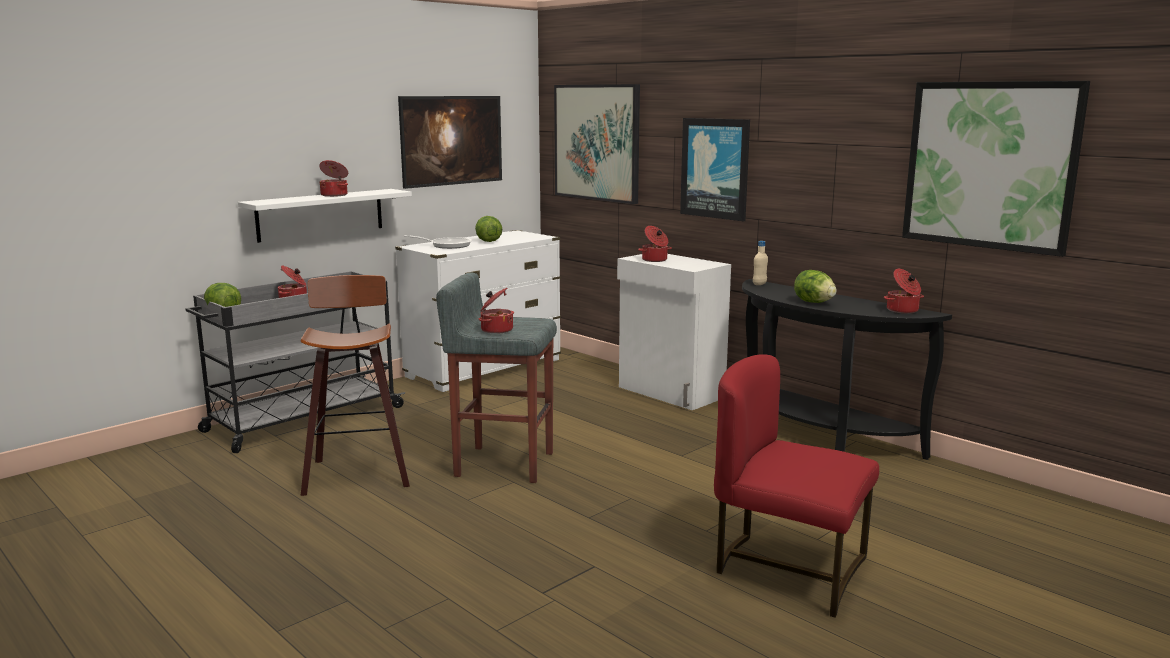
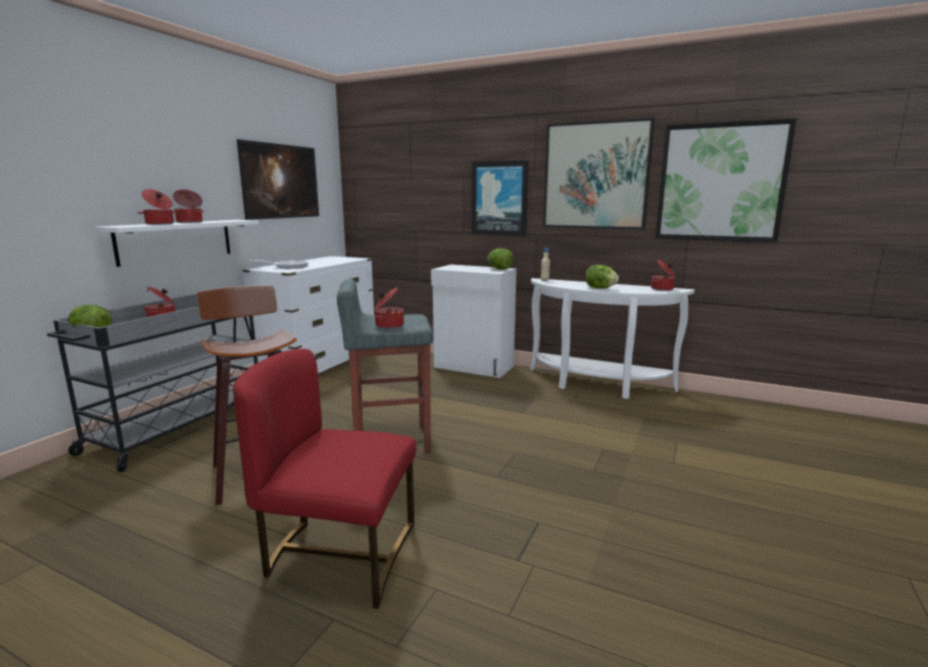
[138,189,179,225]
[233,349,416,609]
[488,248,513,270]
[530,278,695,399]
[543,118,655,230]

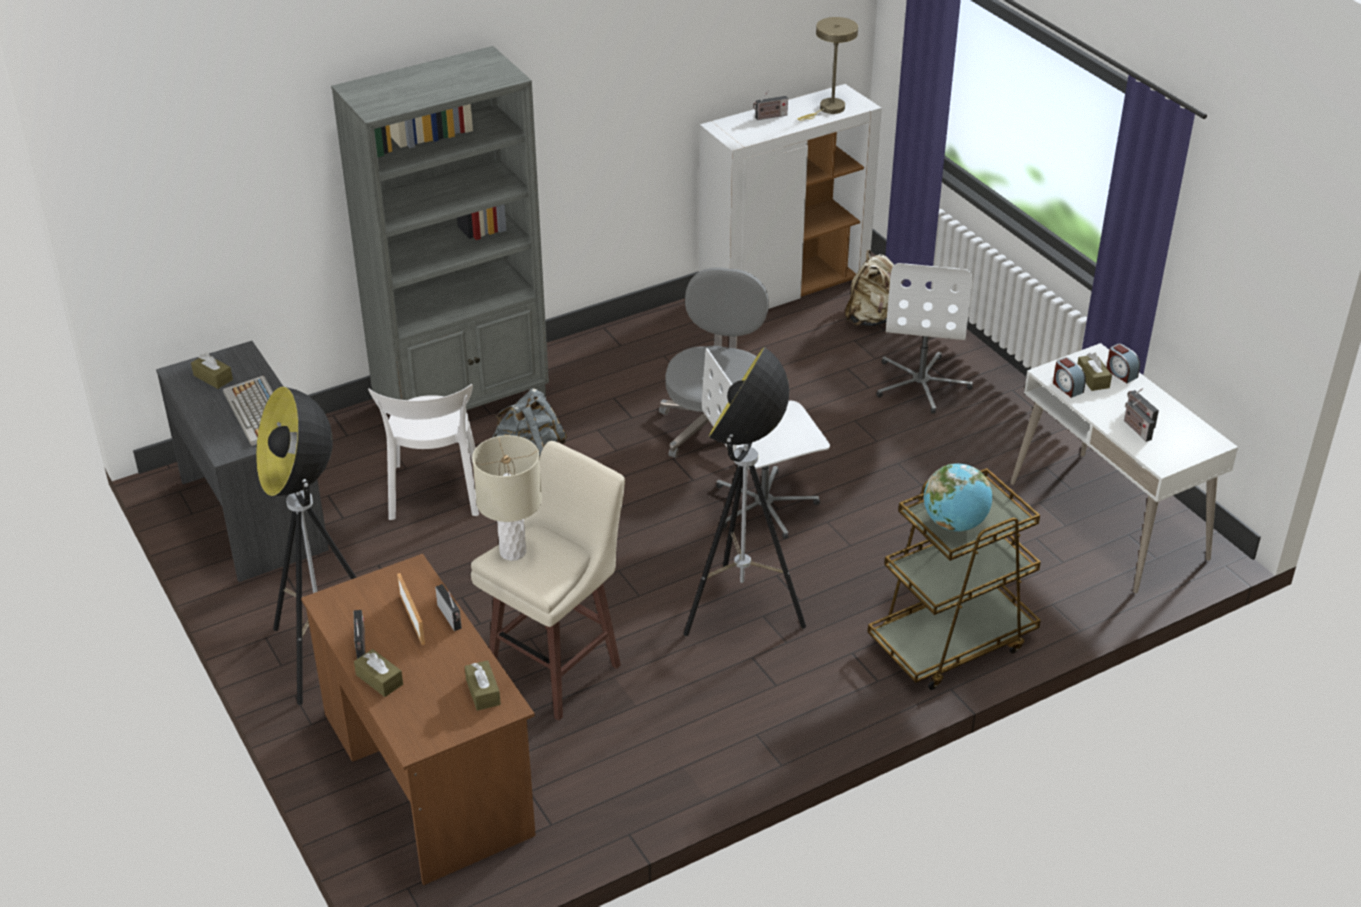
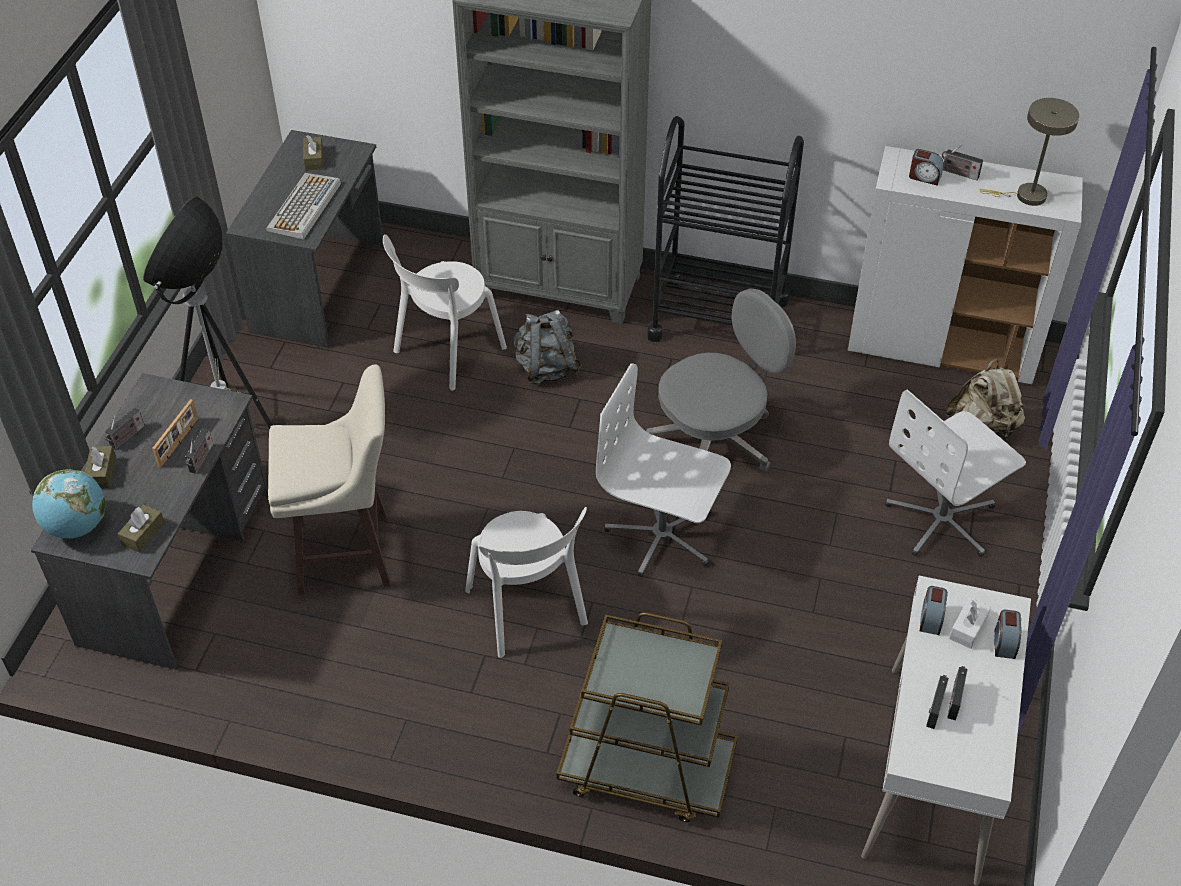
[31,373,268,670]
[32,469,105,539]
[465,507,588,658]
[647,116,804,342]
[909,149,944,185]
[949,597,991,649]
[472,435,542,561] (first image)

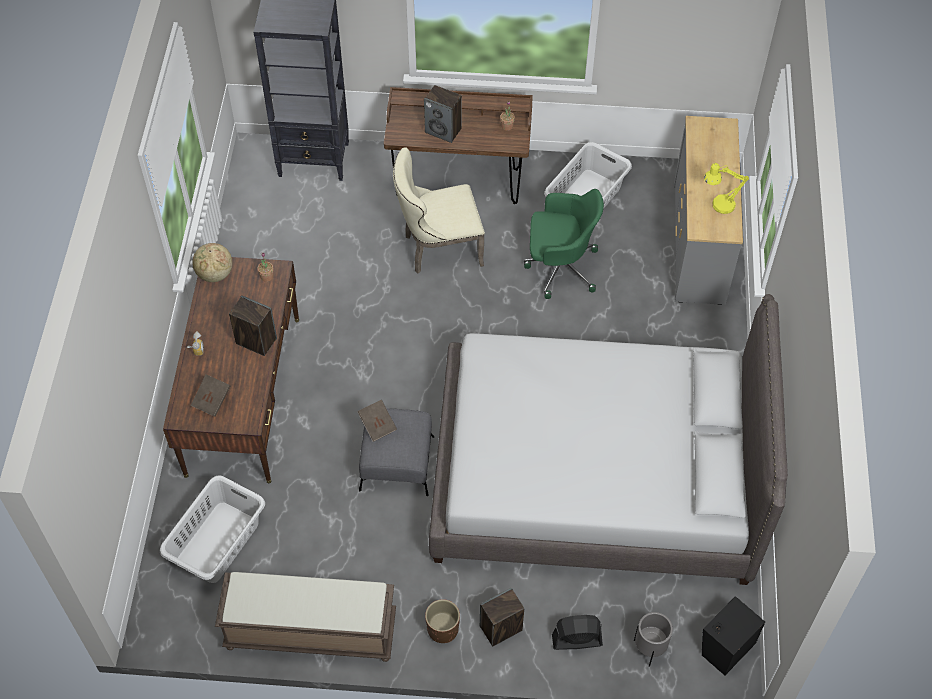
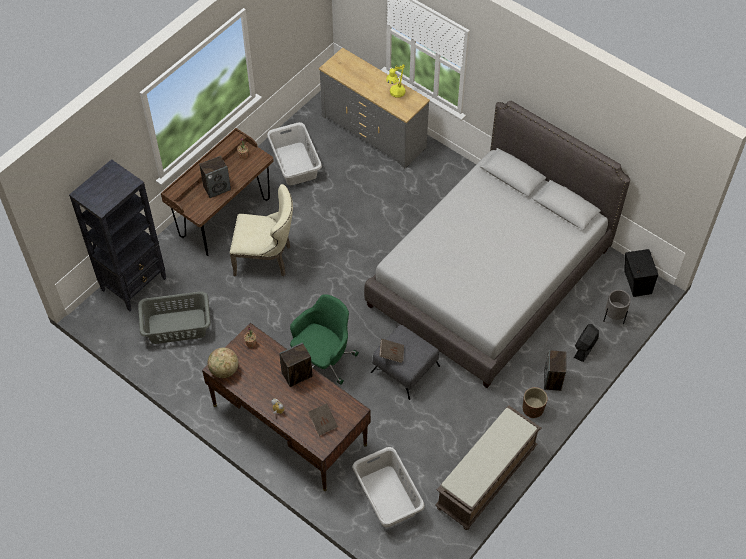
[138,291,211,344]
[230,184,293,276]
[290,294,359,385]

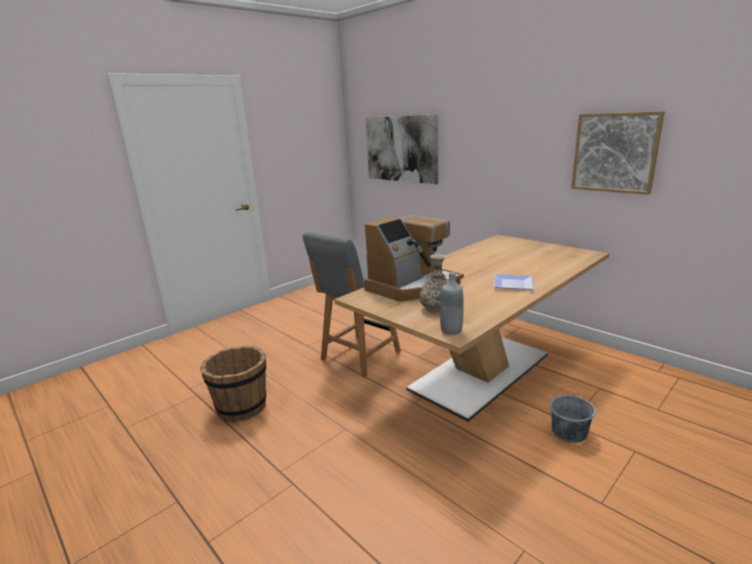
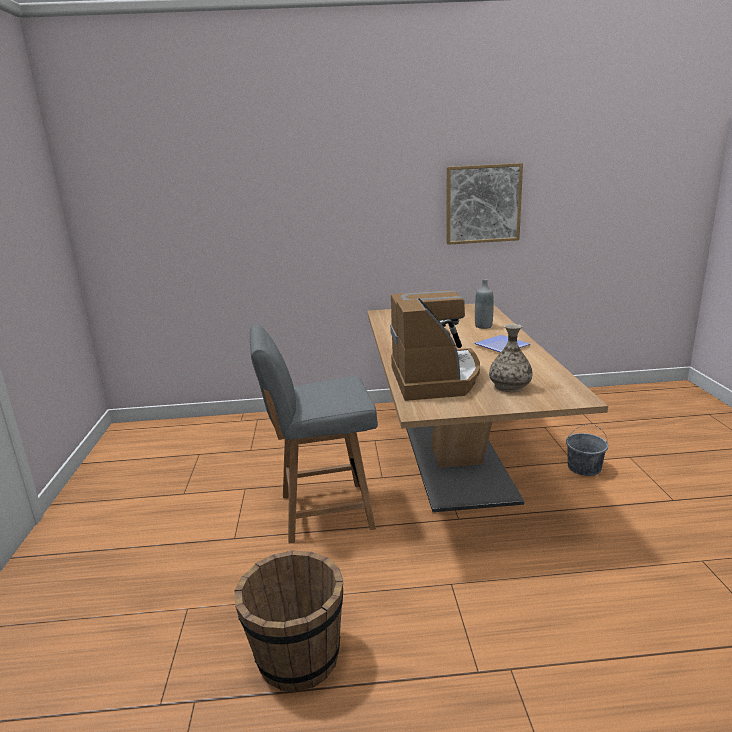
[250,325,378,544]
[475,279,494,329]
[366,114,438,184] (first image)

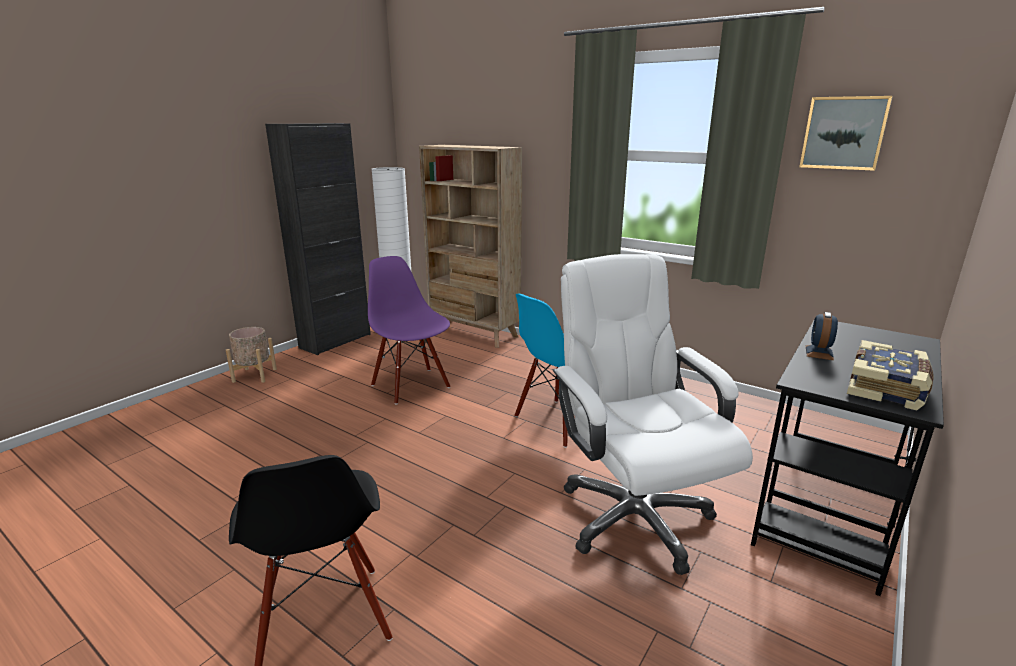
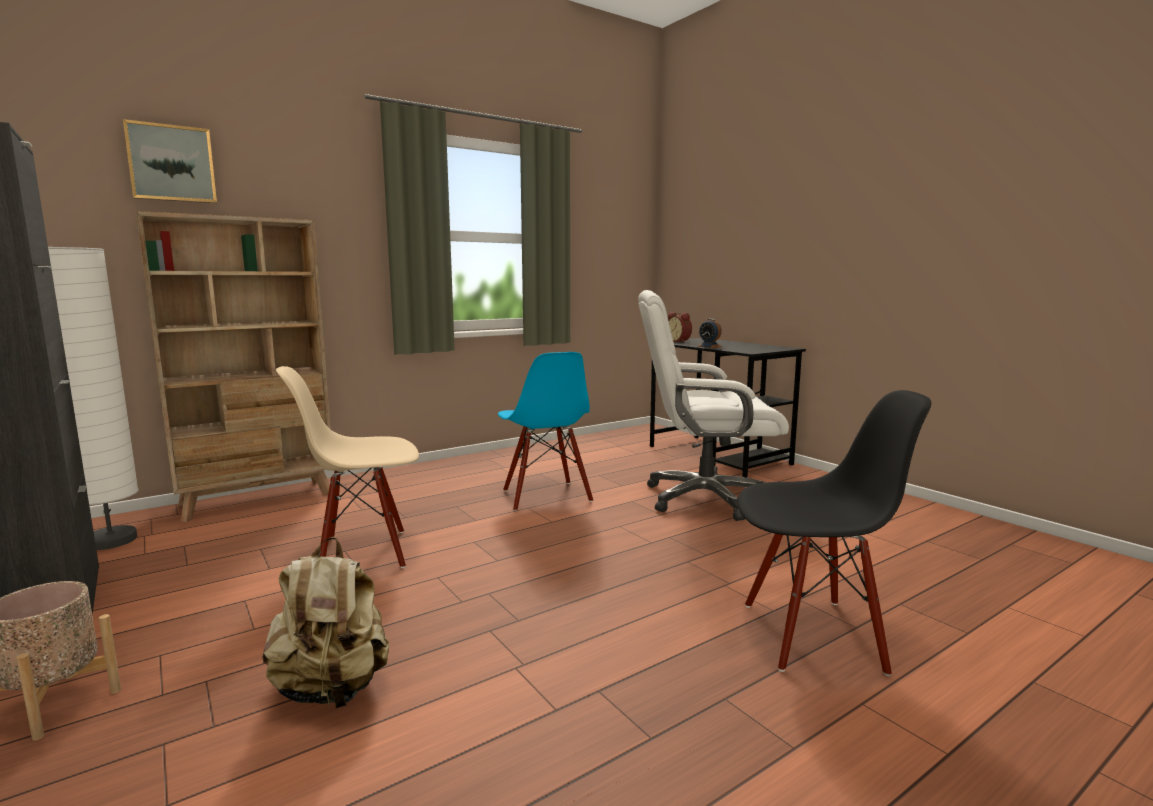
[123,119,217,203]
[262,537,389,708]
[276,366,419,568]
[668,312,692,342]
[847,340,934,410] (first image)

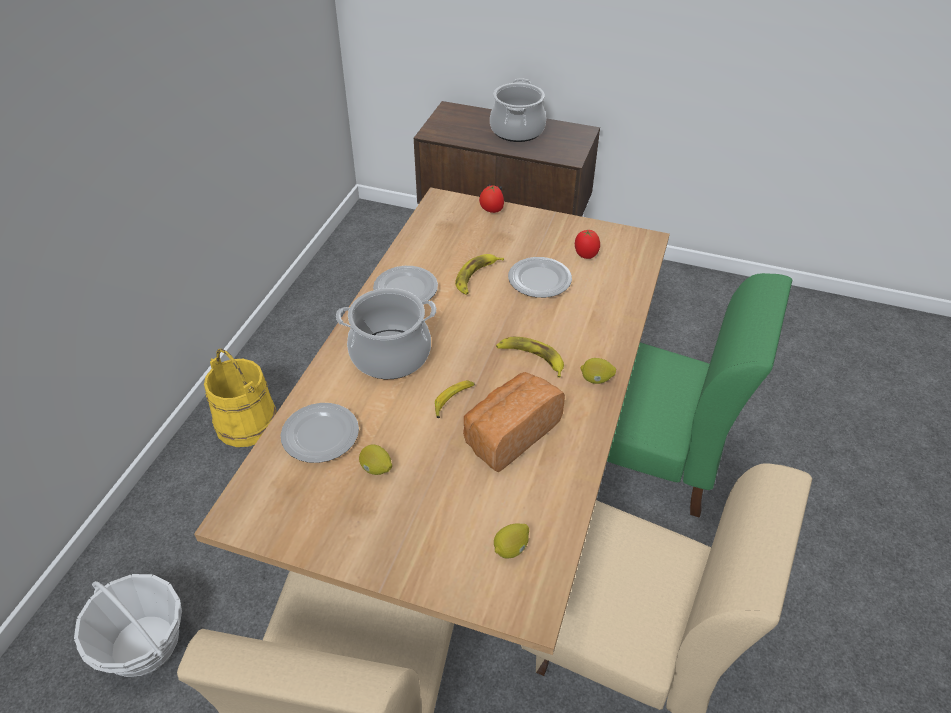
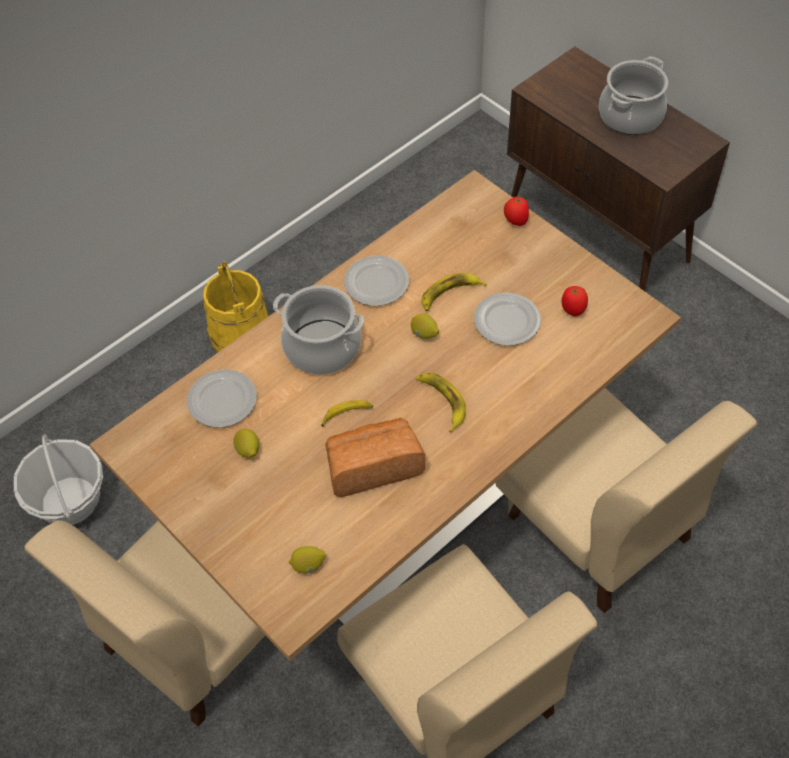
[411,314,439,339]
[495,388,757,613]

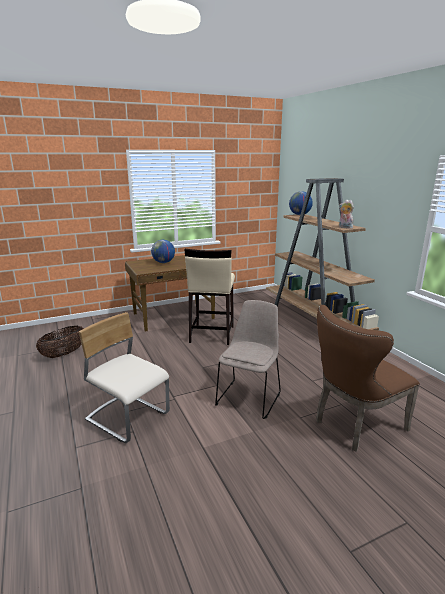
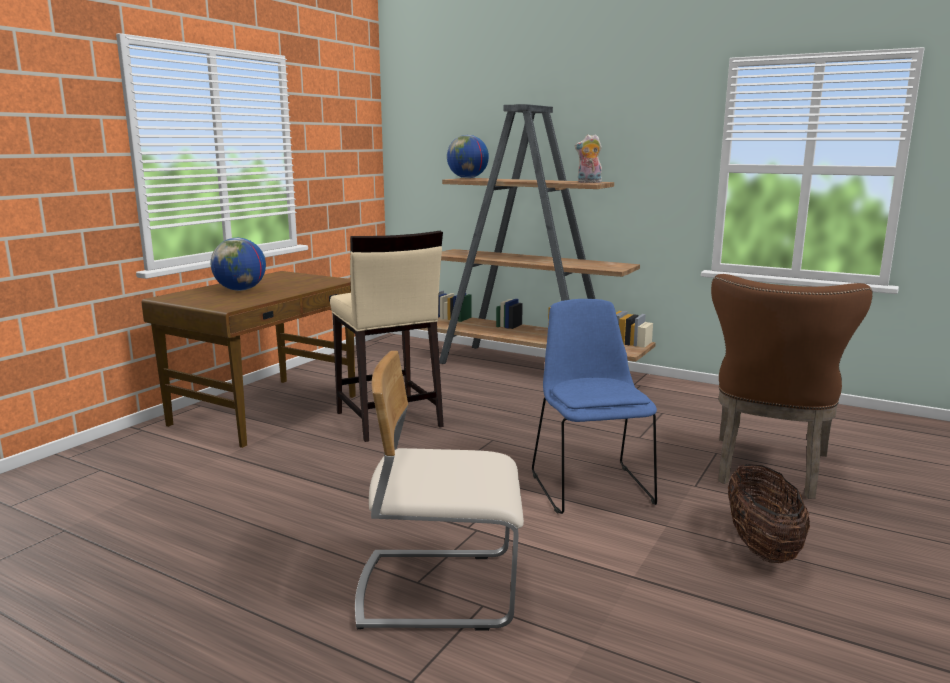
[532,299,657,514]
[728,464,810,563]

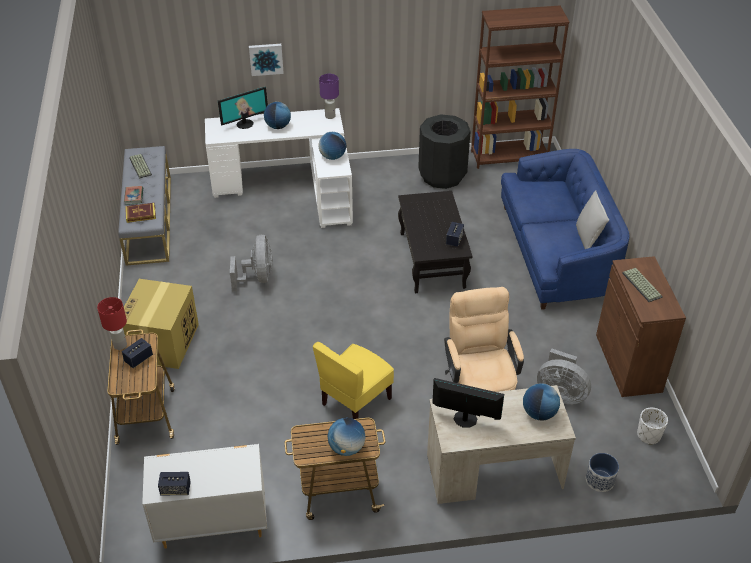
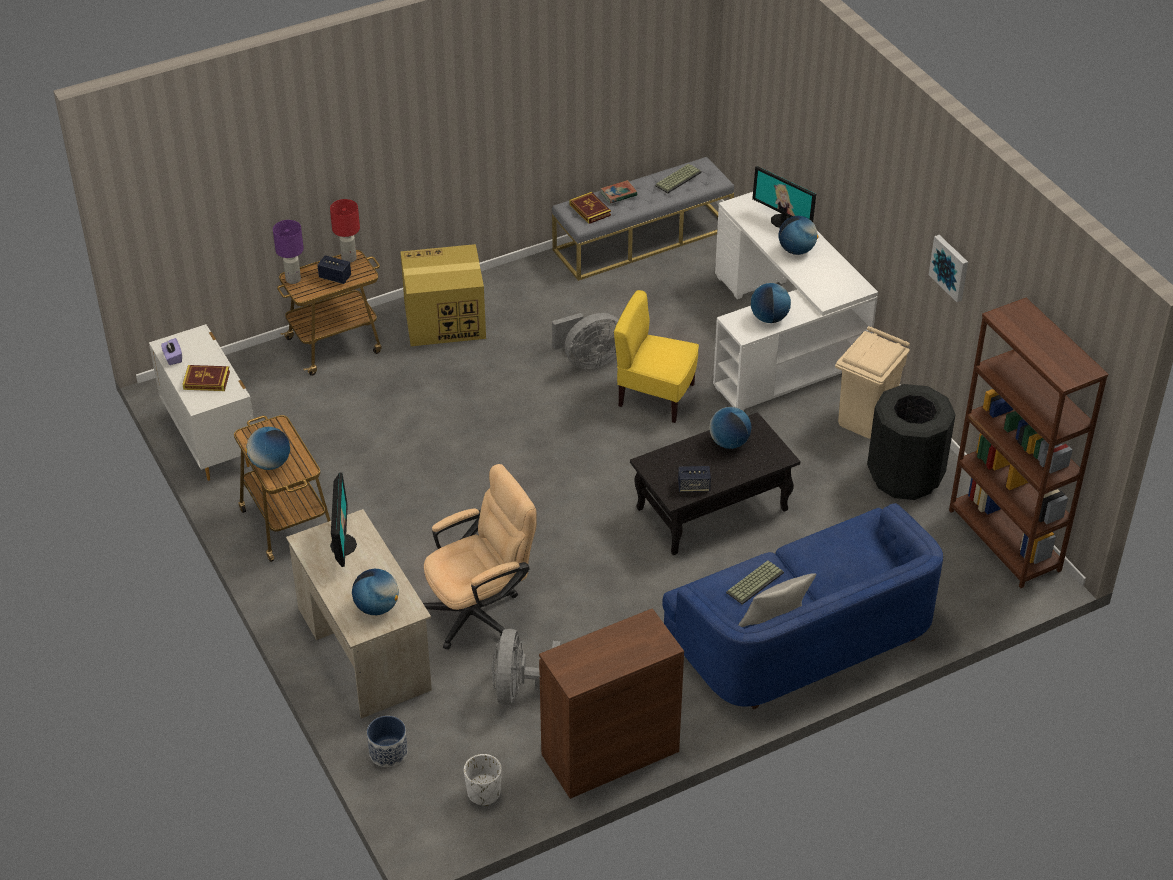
[161,338,182,365]
[182,365,230,391]
[273,220,304,284]
[614,290,699,423]
[709,407,752,449]
[726,560,784,604]
[835,326,910,439]
[929,235,968,302]

